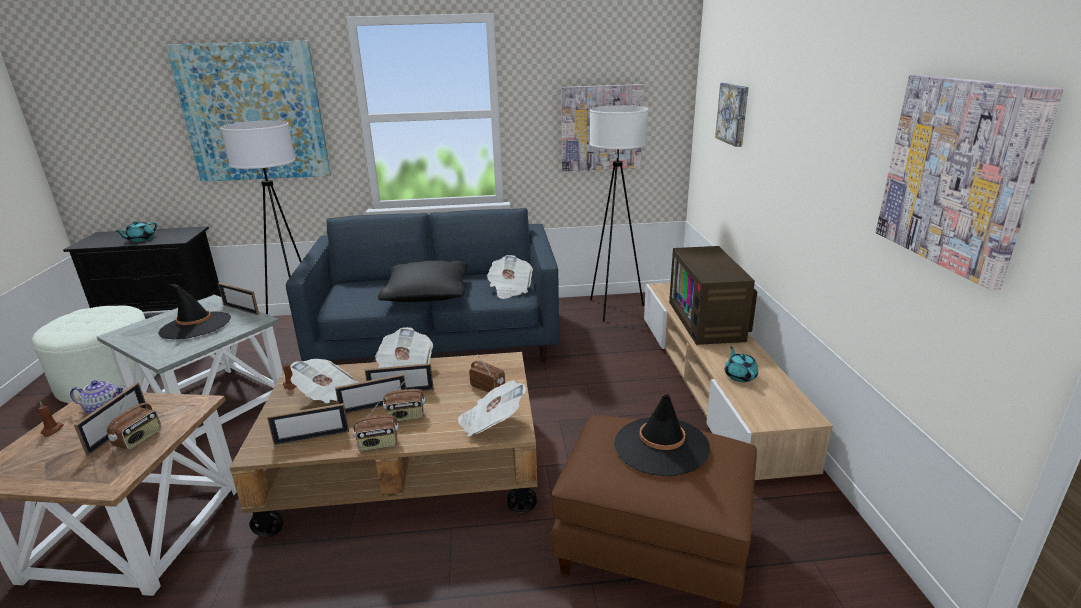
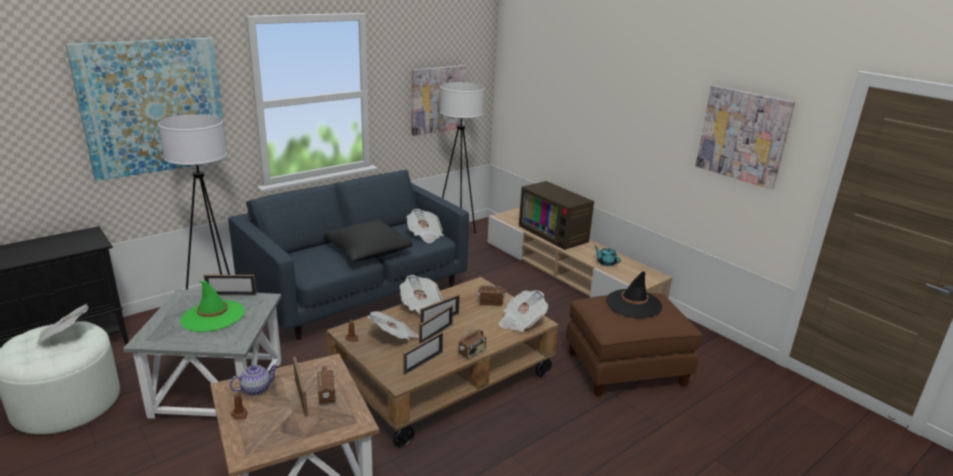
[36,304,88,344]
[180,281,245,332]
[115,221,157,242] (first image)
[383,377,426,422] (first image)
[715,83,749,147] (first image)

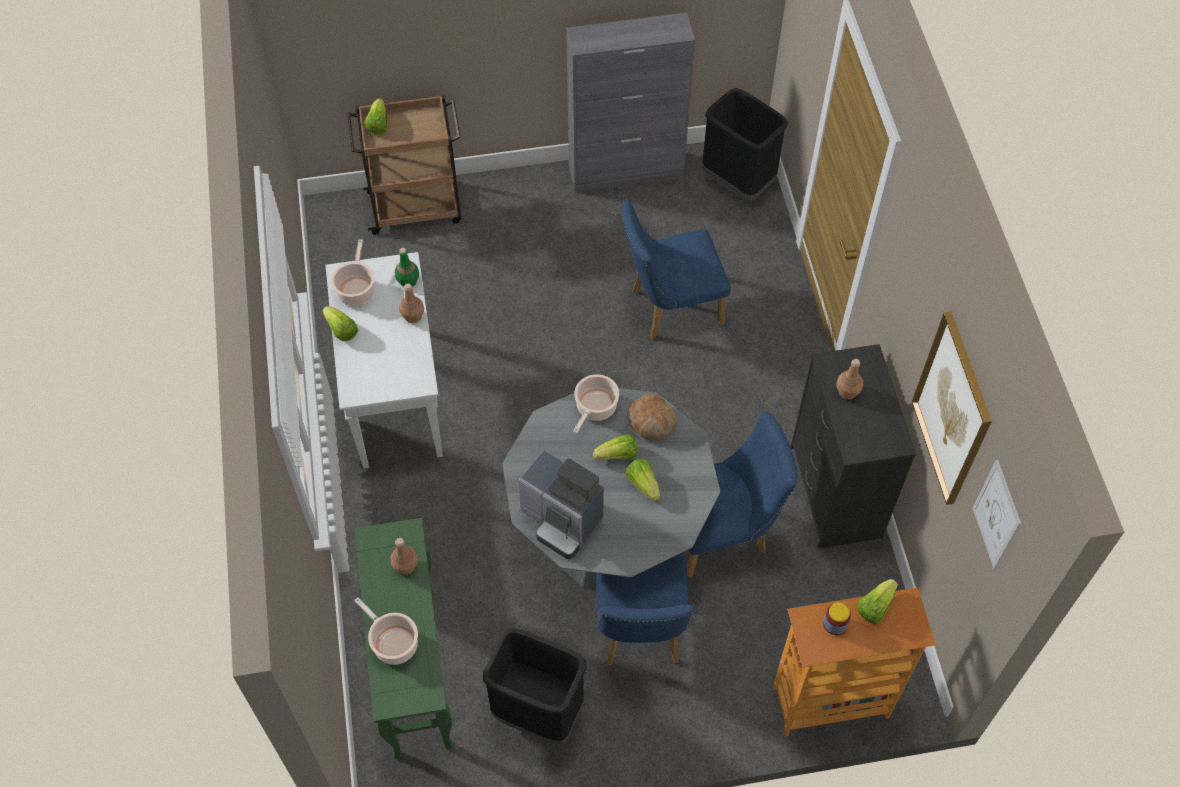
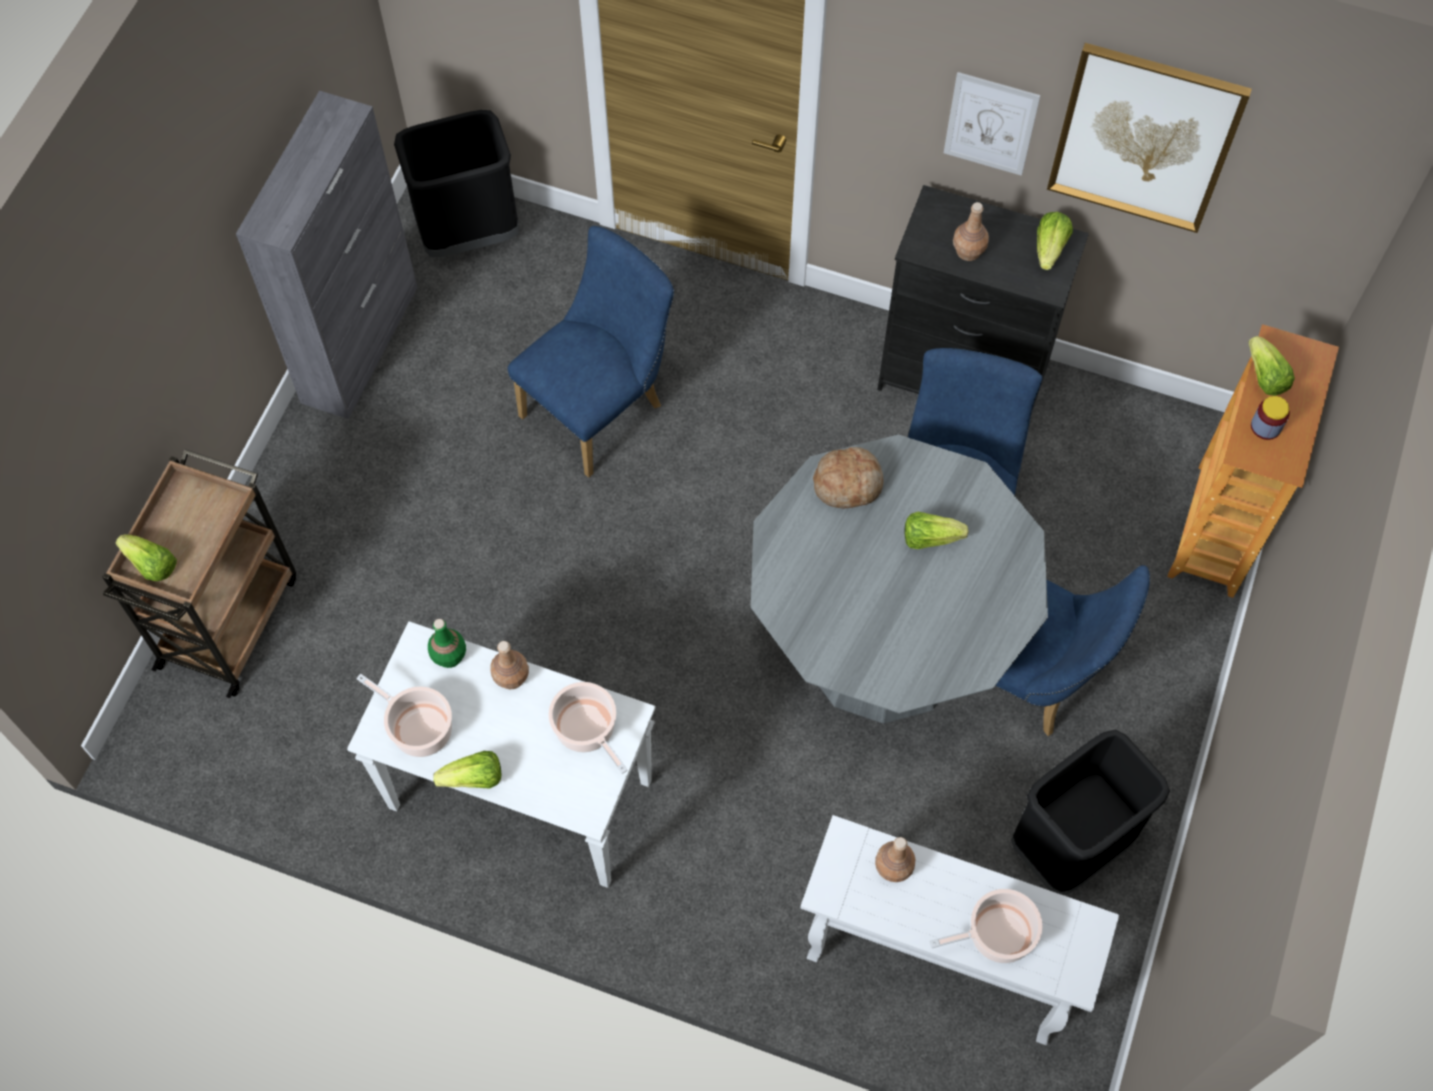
[508,226,674,478]
[548,682,627,774]
[800,815,1119,1045]
[944,72,1041,176]
[1037,212,1073,270]
[518,451,604,560] (first image)

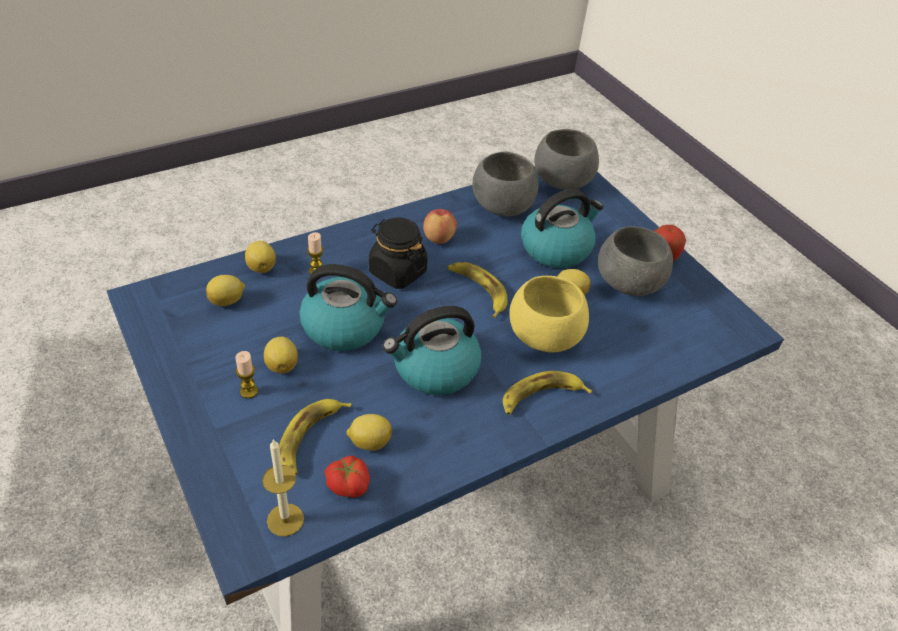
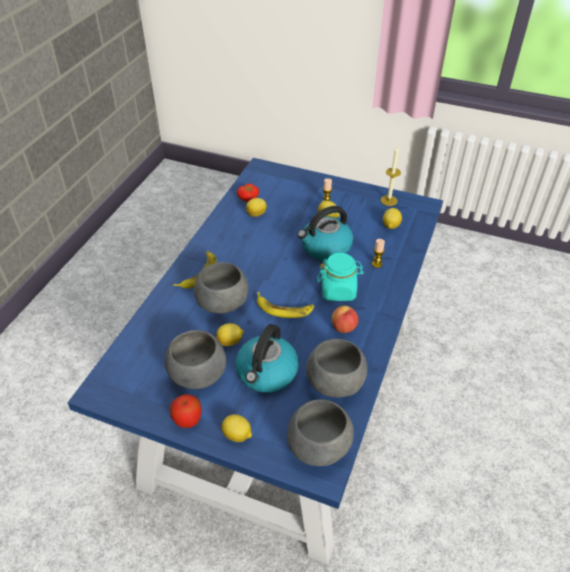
[194,262,248,314]
[221,414,252,442]
[318,253,364,301]
[381,147,401,206]
[279,399,351,475] (first image)
[383,306,481,395] (first image)

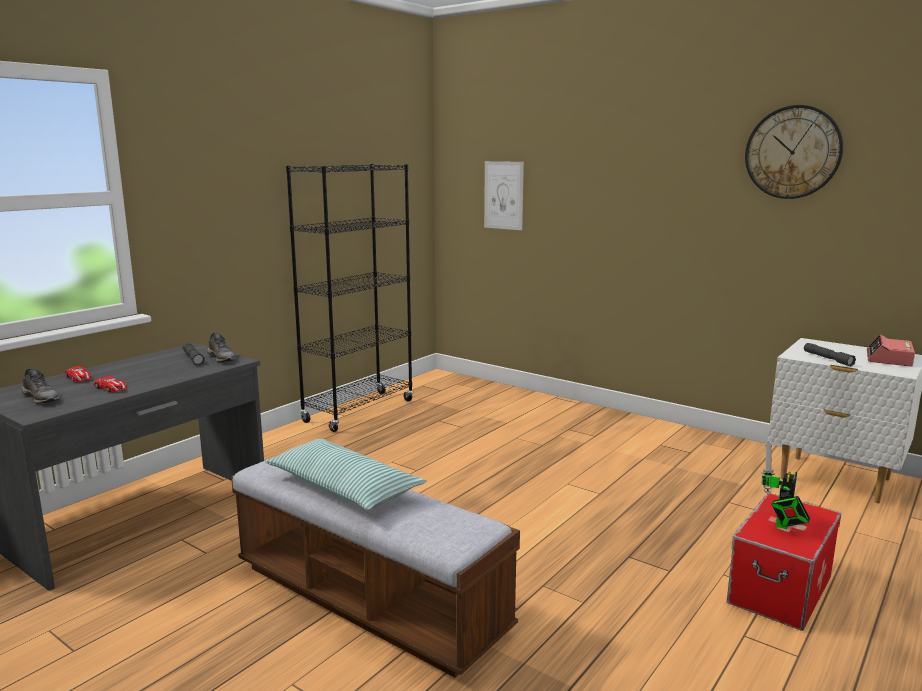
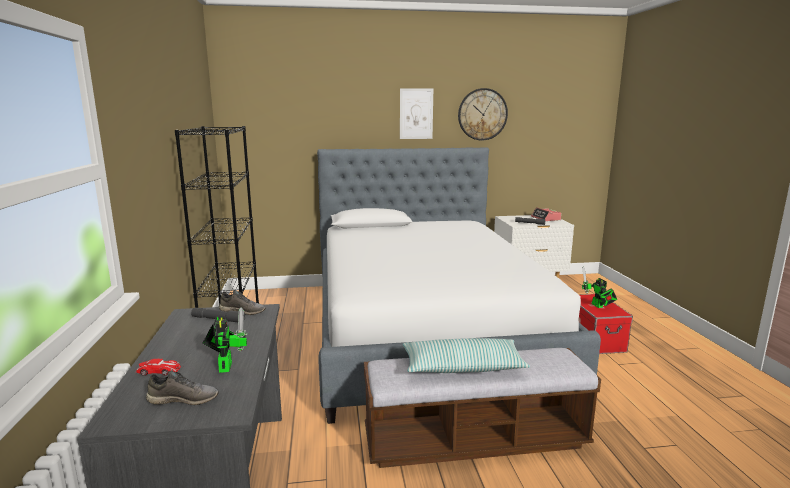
[203,307,248,373]
[317,147,601,424]
[400,88,433,139]

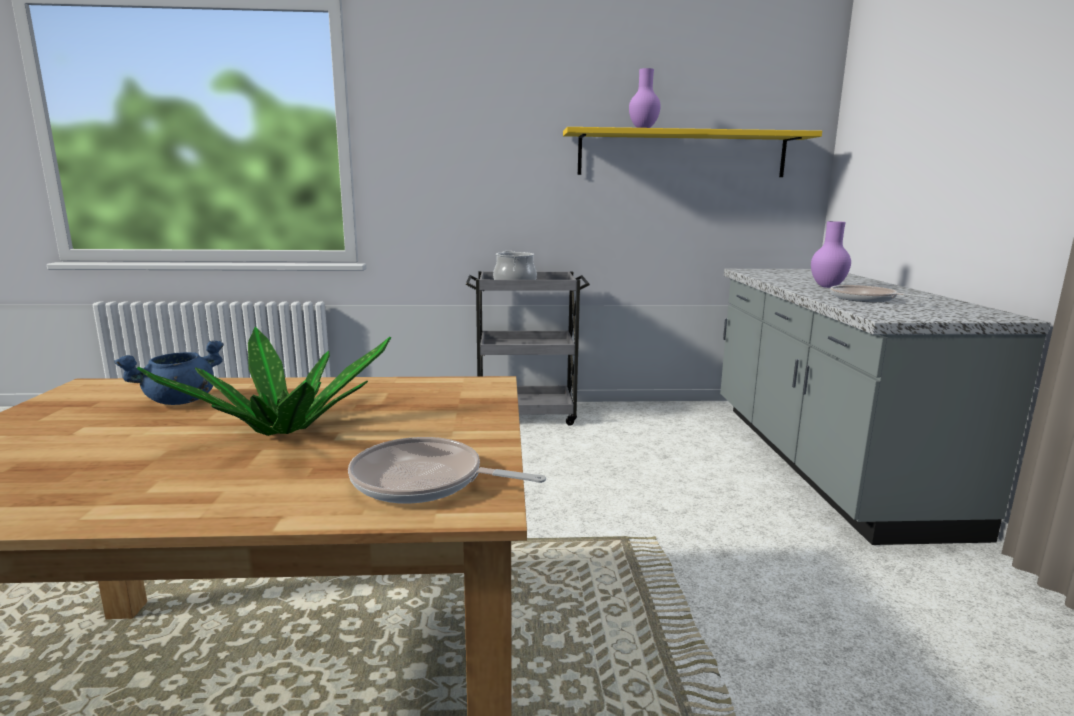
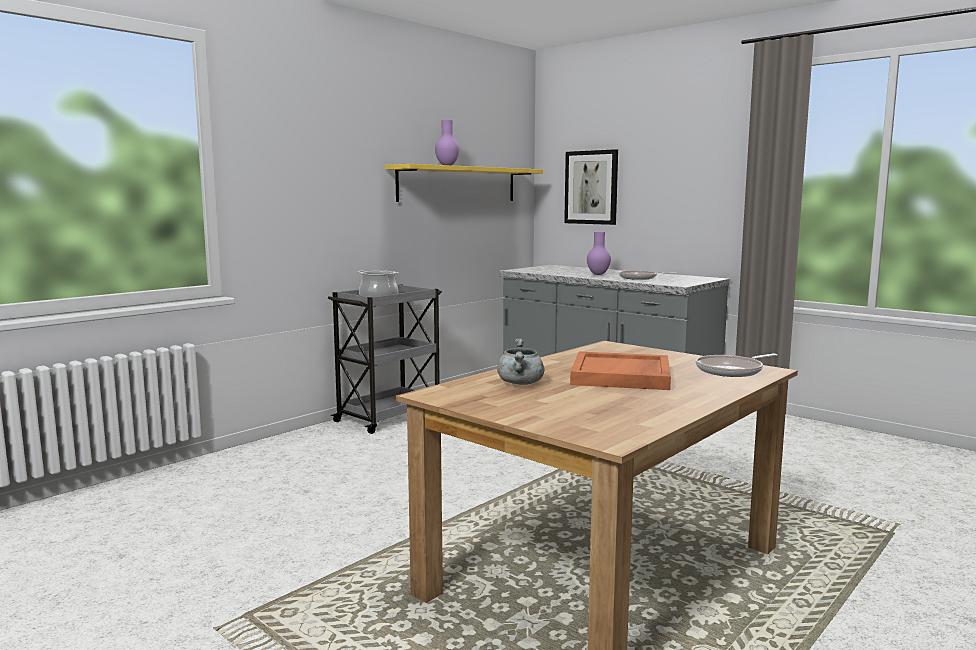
[497,338,544,385]
[564,149,618,225]
[570,352,671,390]

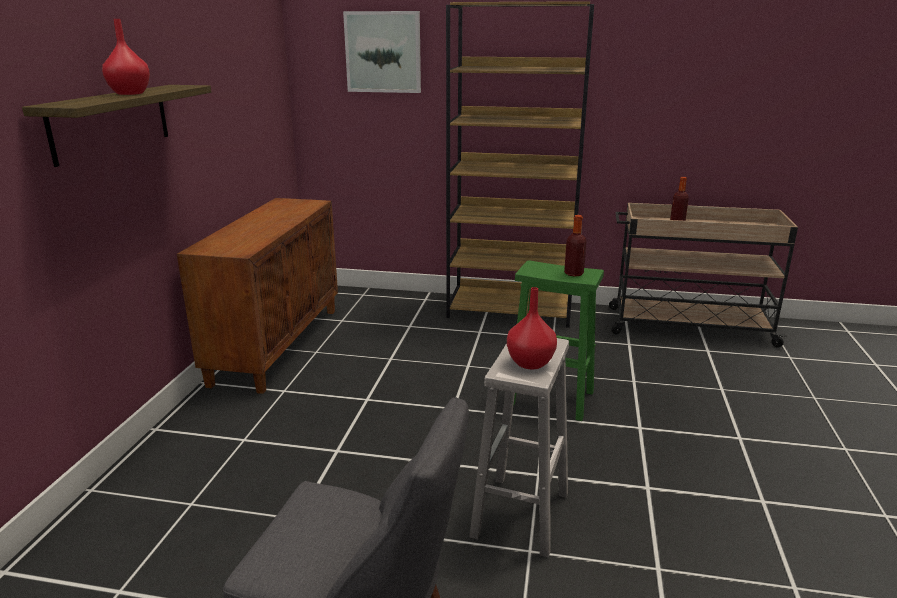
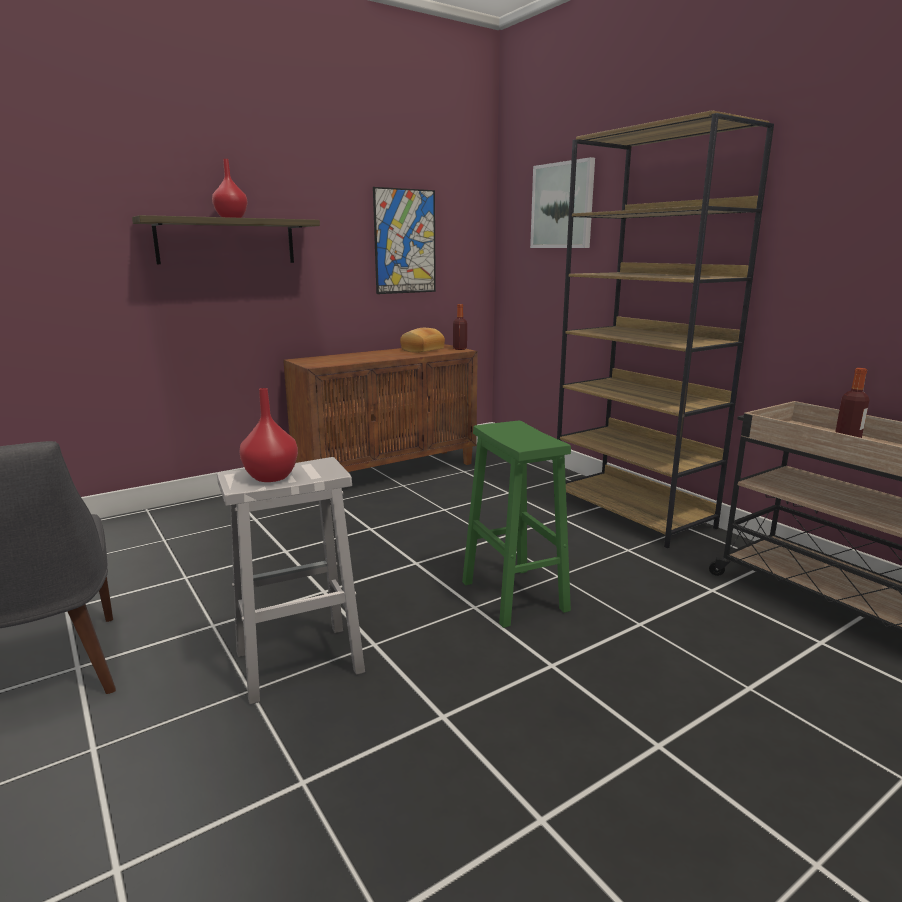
[373,187,436,294]
[400,328,445,352]
[453,304,467,350]

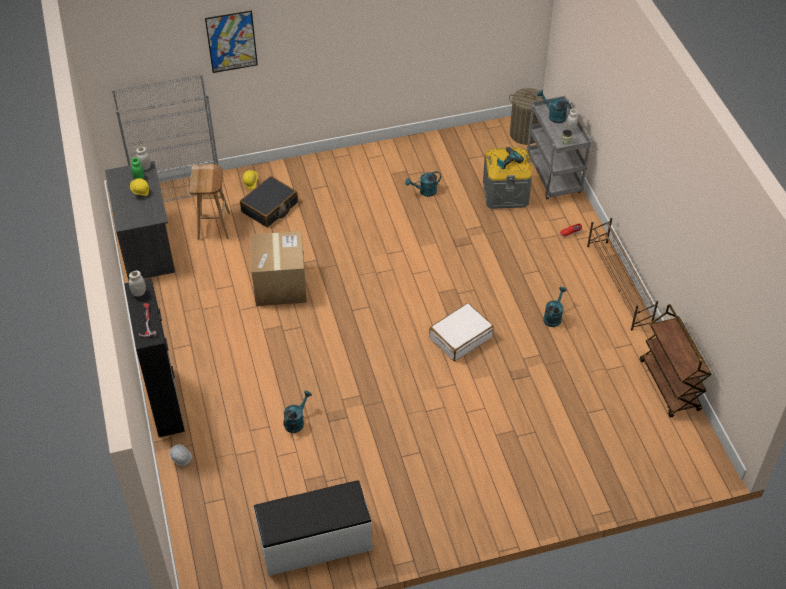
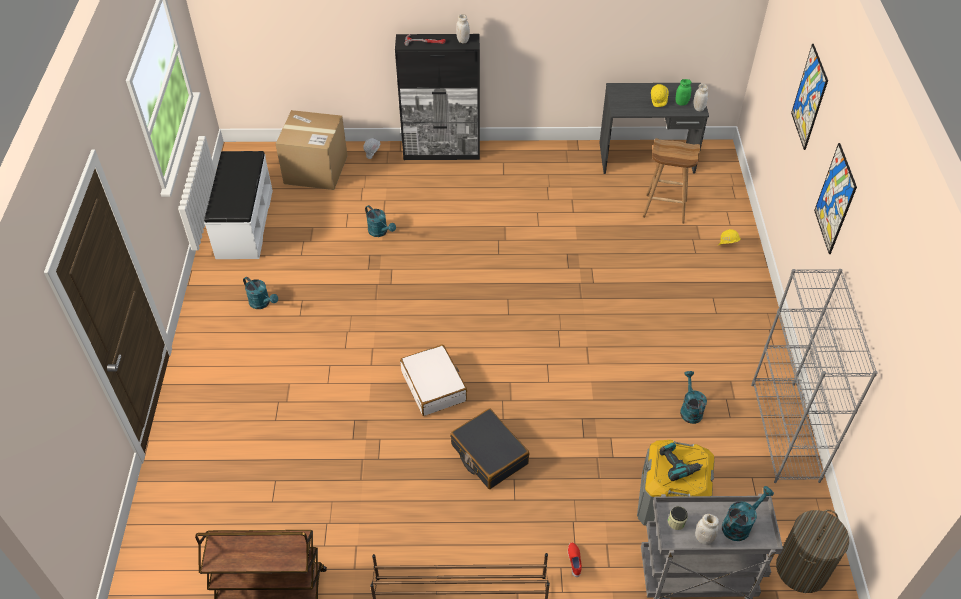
[243,277,278,309]
[276,110,348,190]
[450,408,530,489]
[751,269,878,483]
[814,143,857,254]

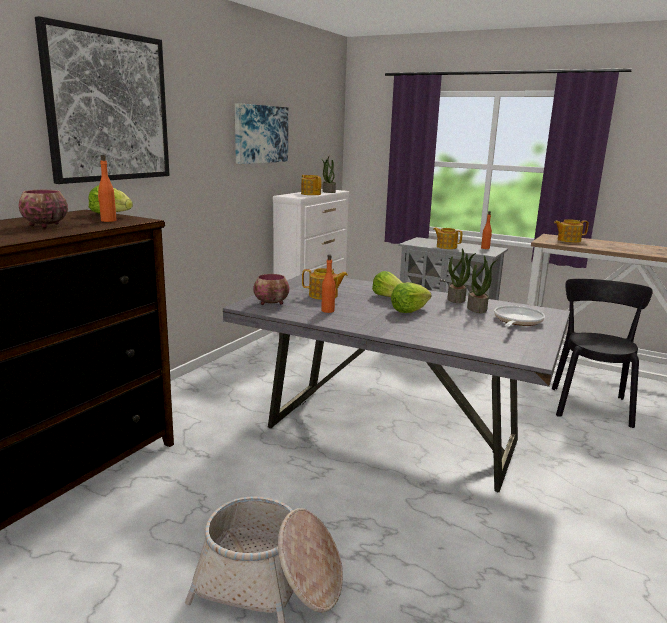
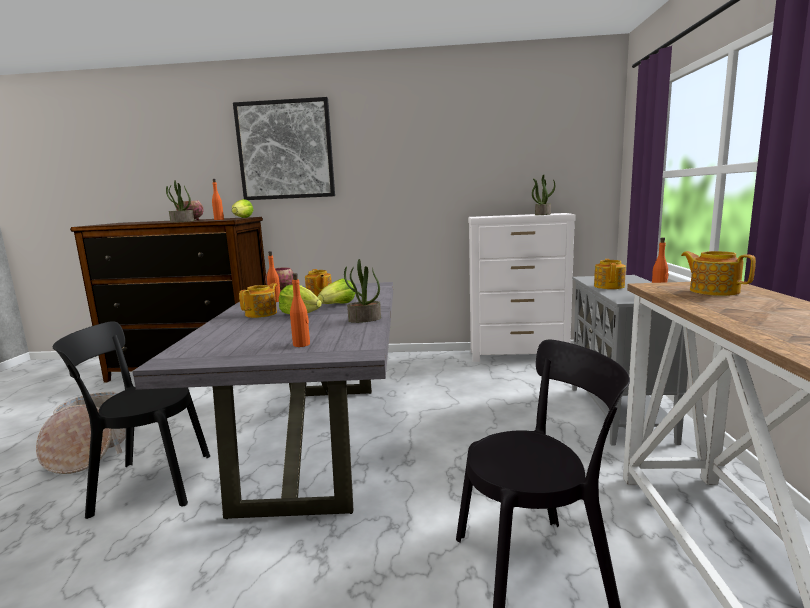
[53,321,210,519]
[166,180,194,222]
[239,283,277,318]
[290,273,310,347]
[235,103,288,164] (first image)

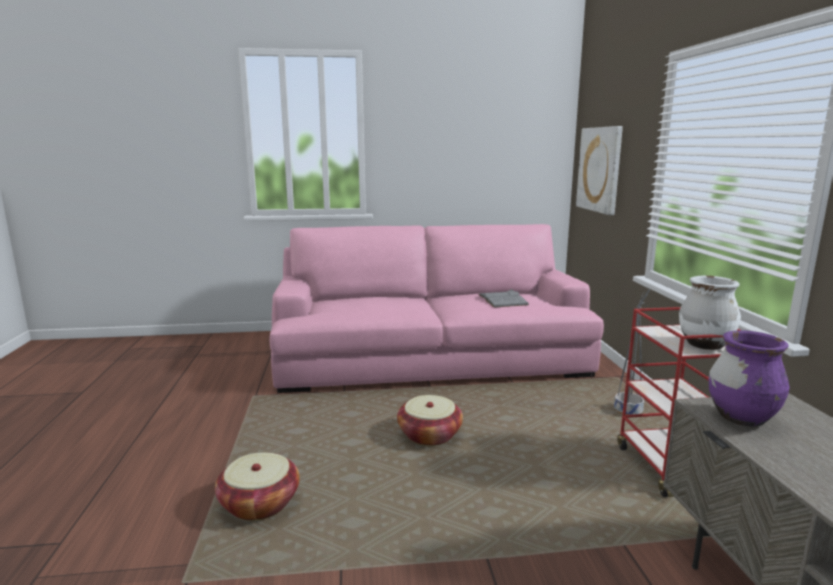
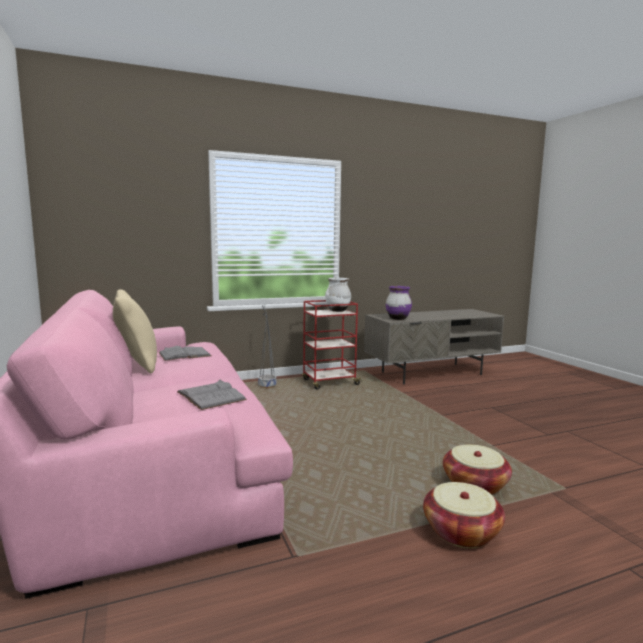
[113,289,157,374]
[177,380,247,410]
[423,482,505,548]
[576,126,623,215] (first image)

